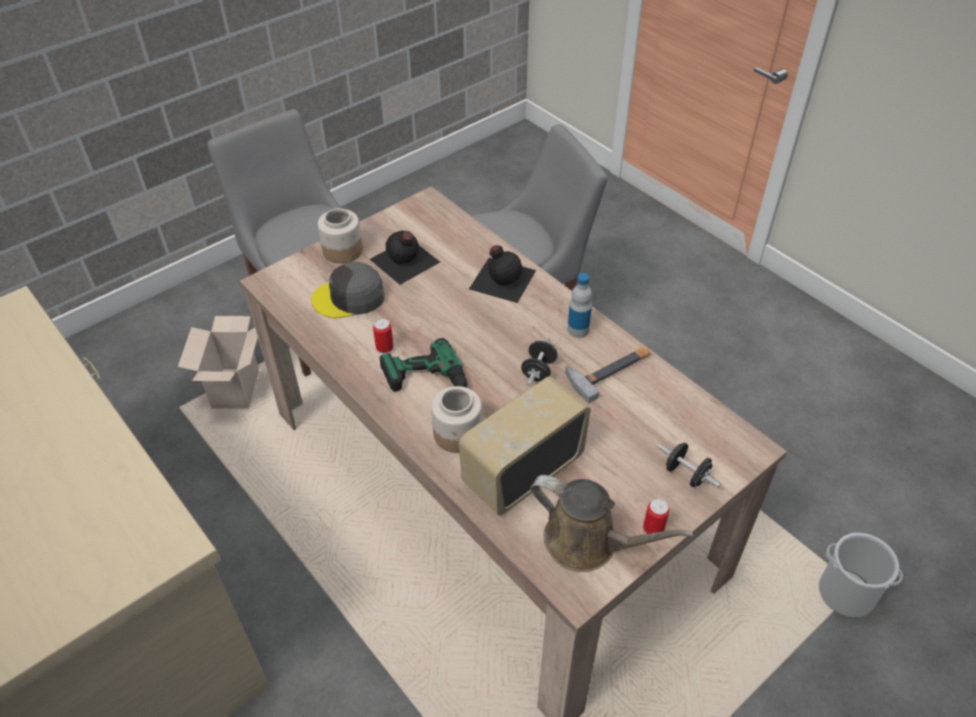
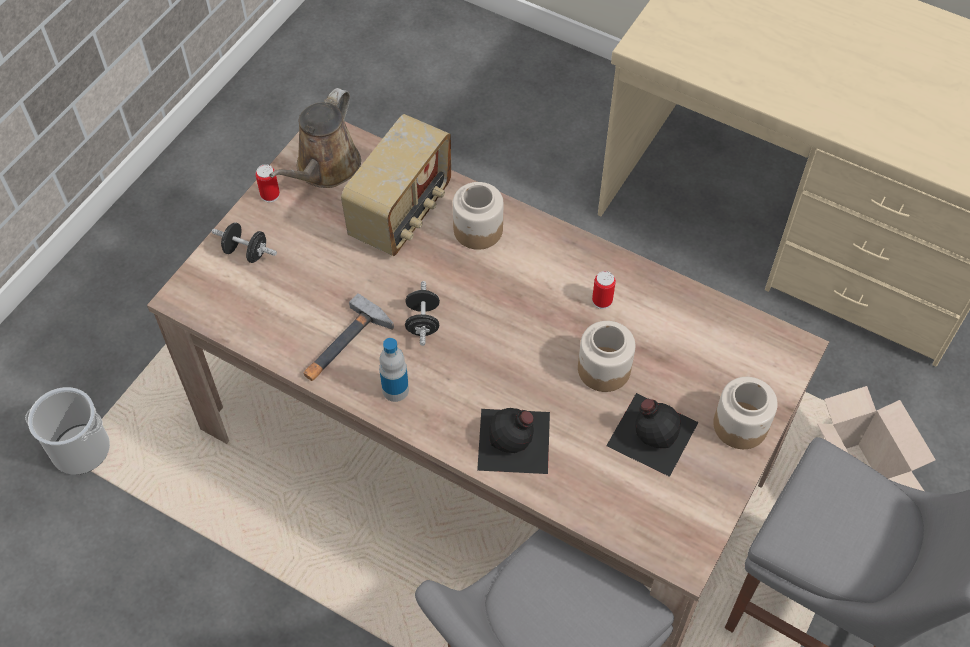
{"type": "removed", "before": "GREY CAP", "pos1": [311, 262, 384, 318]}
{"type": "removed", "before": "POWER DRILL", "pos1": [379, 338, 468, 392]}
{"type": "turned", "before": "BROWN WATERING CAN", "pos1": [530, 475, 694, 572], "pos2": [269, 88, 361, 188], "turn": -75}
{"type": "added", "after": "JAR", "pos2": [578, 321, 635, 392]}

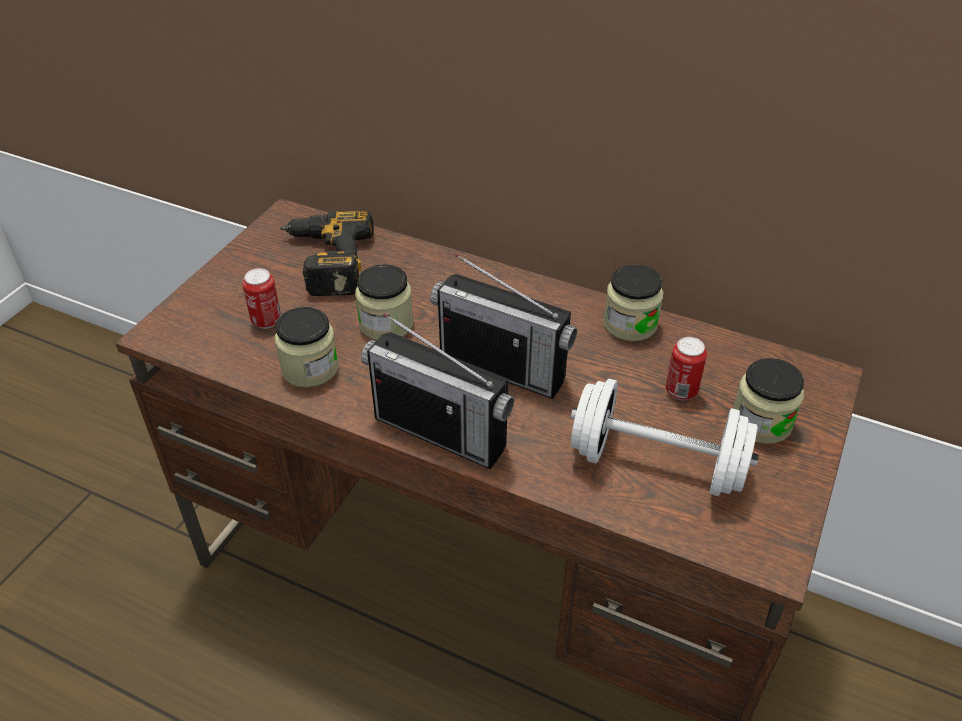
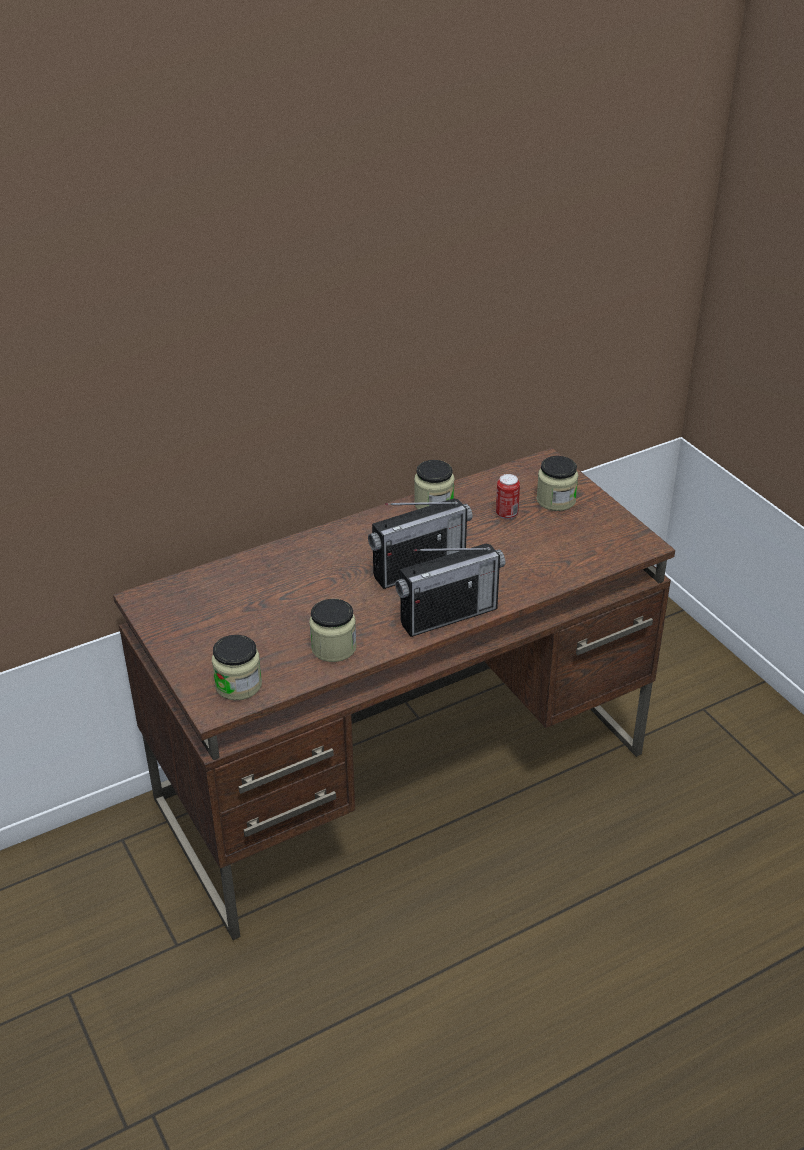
{"type": "removed", "before": "POWER DRILL", "pos1": [280, 211, 374, 296]}
{"type": "moved", "before": "JAR", "pos1": [355, 264, 413, 340], "pos2": [212, 635, 262, 700]}
{"type": "removed", "before": "CAN", "pos1": [242, 268, 281, 329]}
{"type": "removed", "before": "WHITE DUMBBELL", "pos1": [571, 379, 759, 496]}

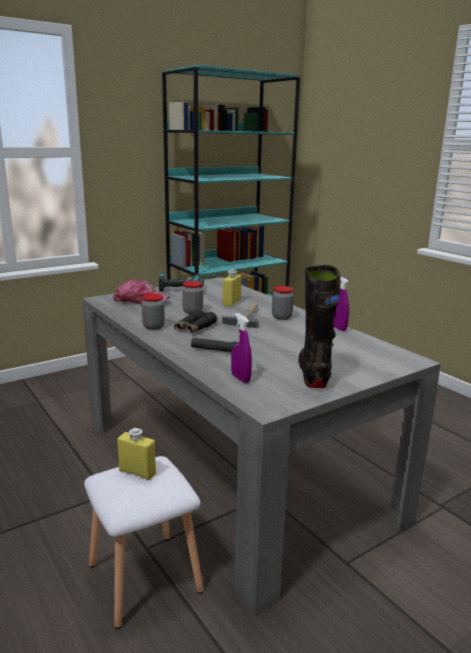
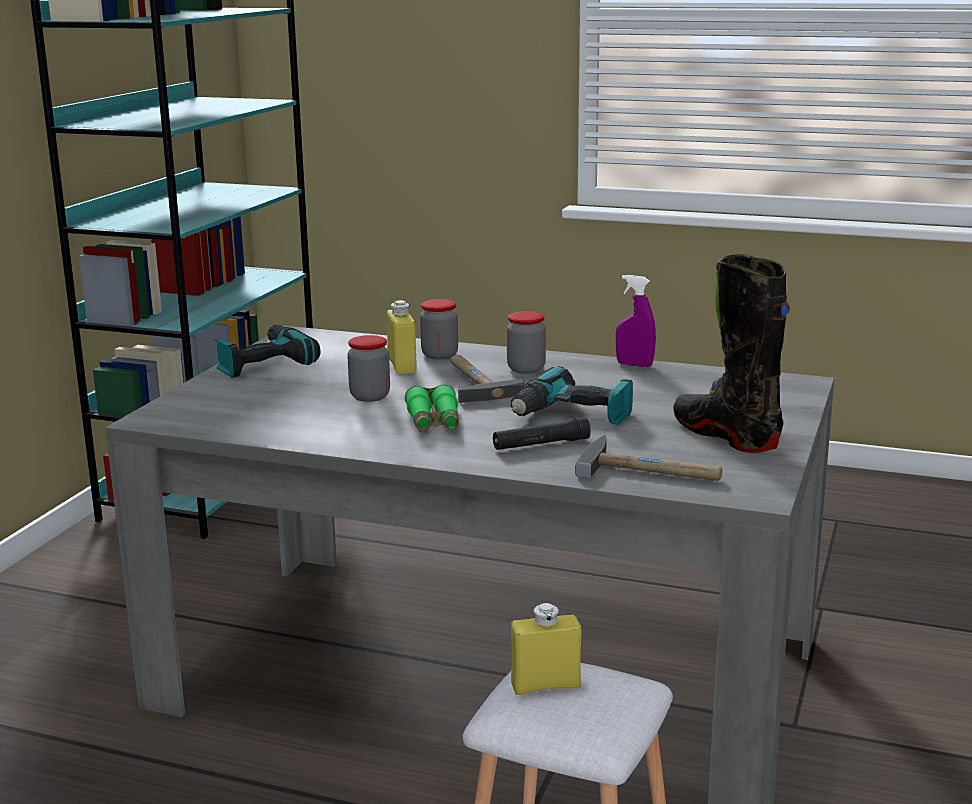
{"type": "removed", "before": "CAP", "pos1": [113, 279, 169, 304]}
{"type": "moved", "before": "JAR", "pos1": [142, 293, 165, 330], "pos2": [420, 299, 458, 359]}
{"type": "recoloured", "before": "BLACK BINOCULARS", "after": "GREEN BINOCULARS", "pos1": [174, 309, 217, 333], "pos2": [405, 385, 459, 431]}
{"type": "replaced", "before": "PURPLE SPRAY BOTTLE", "after": "HAMMER", "pos1": [231, 313, 252, 383], "pos2": [575, 435, 722, 481]}
{"type": "added", "after": "POWER DRILL", "pos2": [510, 366, 633, 425]}

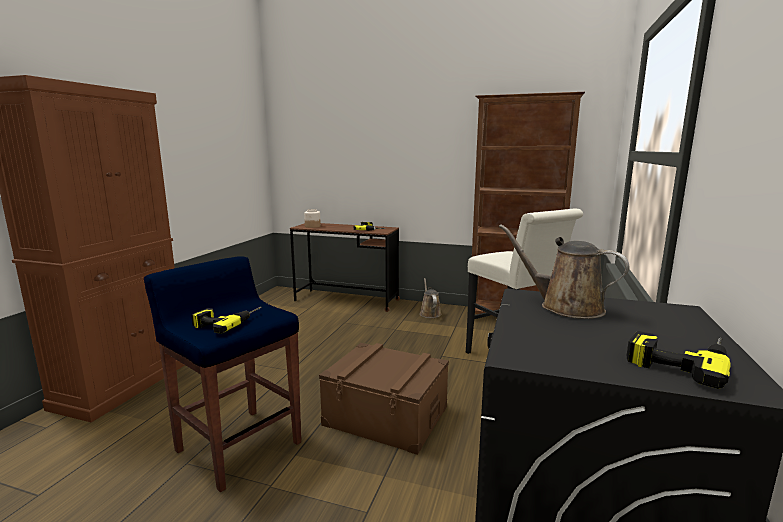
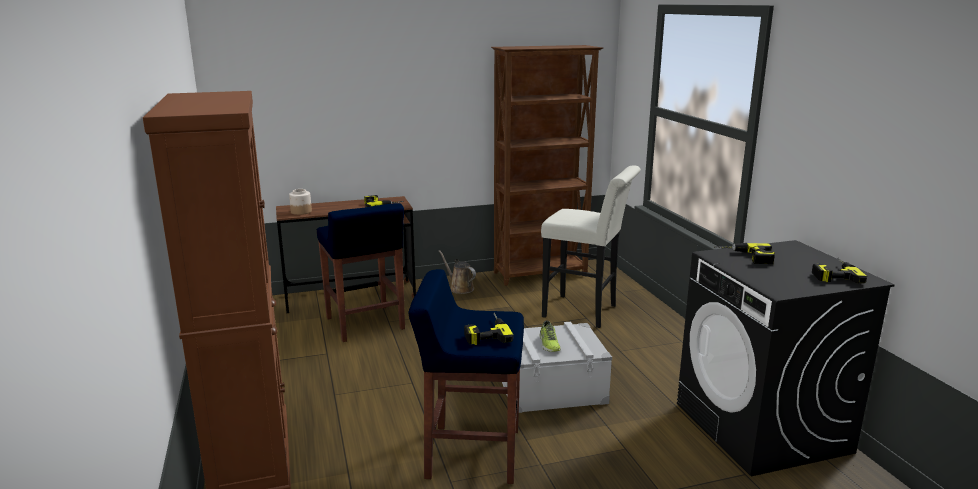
{"type": "replaced", "before": "BROWN WATERING CAN", "after": "POWER DRILL", "pos1": [499, 224, 630, 319], "pos2": [715, 243, 775, 264]}
{"type": "recoloured", "before": "BROWN STORAGE BOX", "after": "GREY STORAGE BOX", "pos1": [319, 343, 449, 455], "pos2": [502, 322, 612, 413]}
{"type": "added", "after": "BLUE STOOL", "pos2": [317, 203, 405, 342]}
{"type": "added", "after": "SHOE", "pos2": [540, 321, 561, 352]}

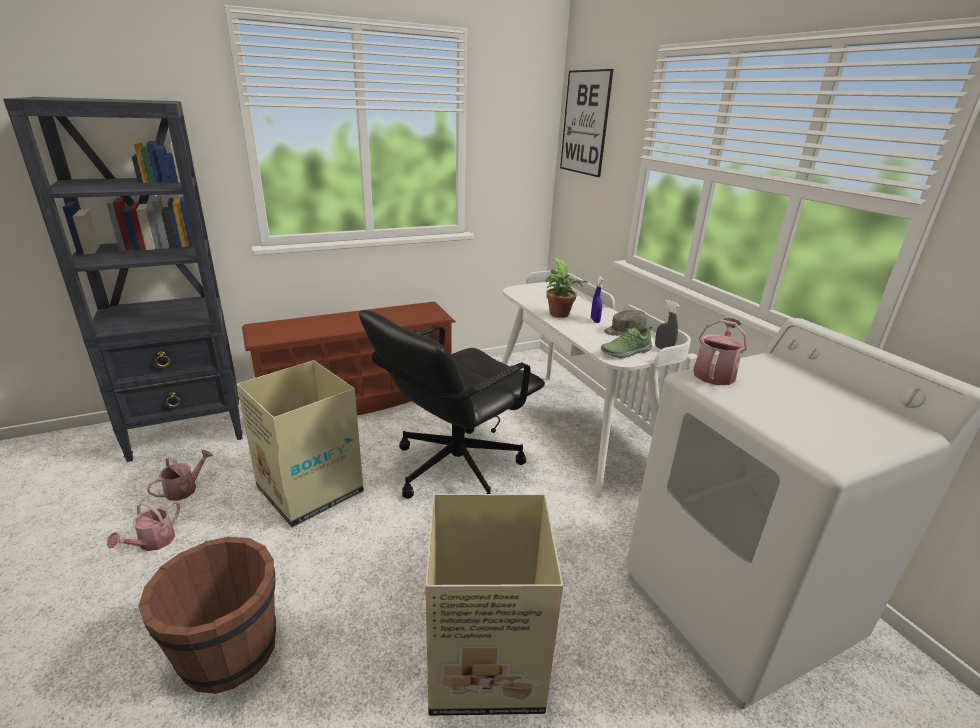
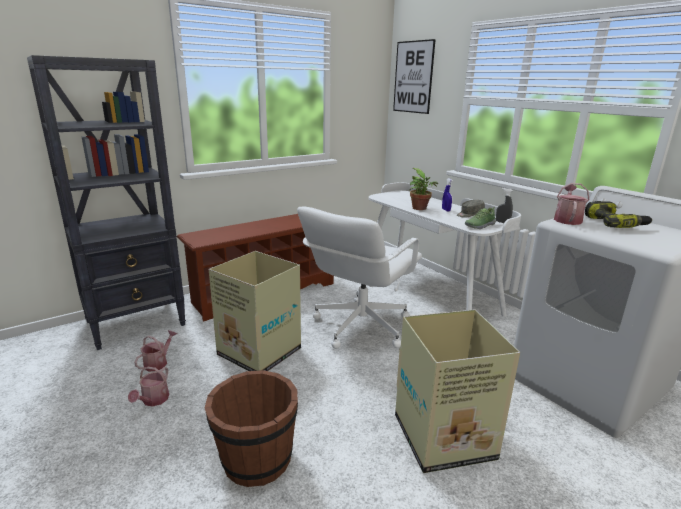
{"type": "recoloured", "before": "BLACK OFFICE CHAIR", "after": "WHITE OFFICE CHAIR", "pos1": [359, 310, 545, 499], "pos2": [297, 207, 422, 349]}
{"type": "added", "after": "POWER DRILL", "pos2": [585, 201, 652, 228]}

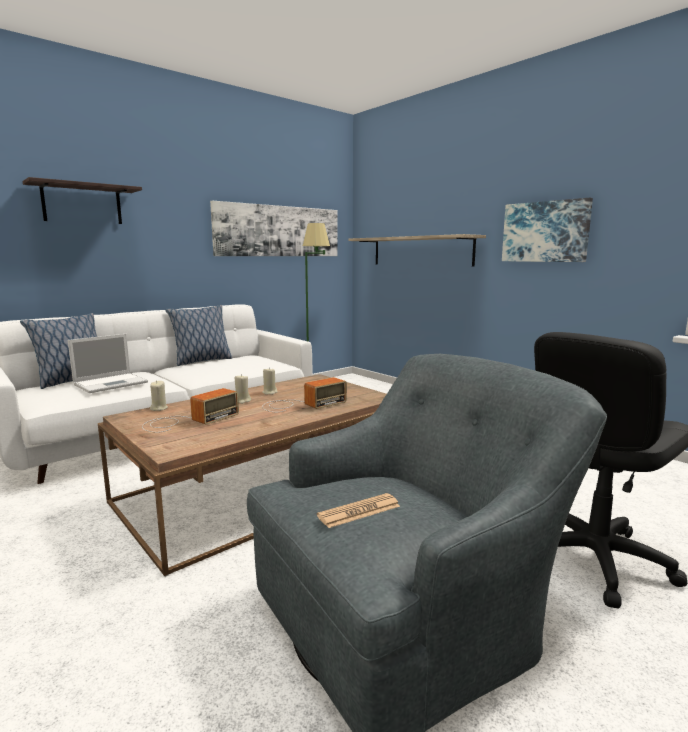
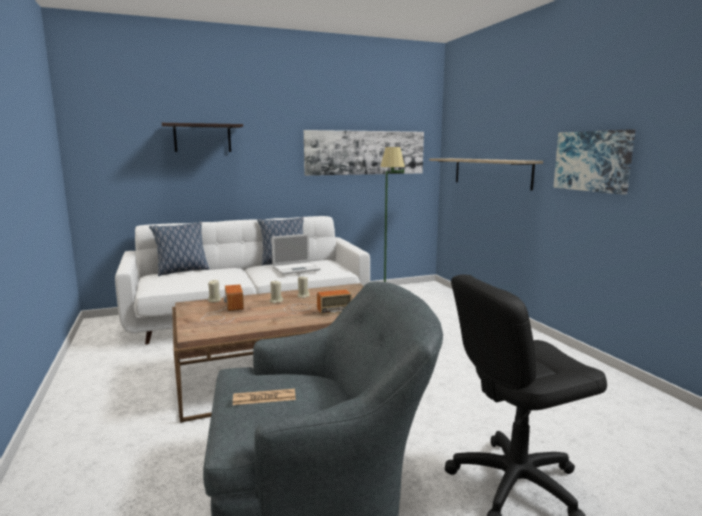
{"type": "moved", "before": "LAPTOP", "pos1": [68, 334, 148, 393], "pos2": [271, 234, 320, 275]}
{"type": "turned", "before": "RADIO", "pos1": [142, 388, 239, 433], "pos2": [201, 284, 244, 324], "turn": -75}

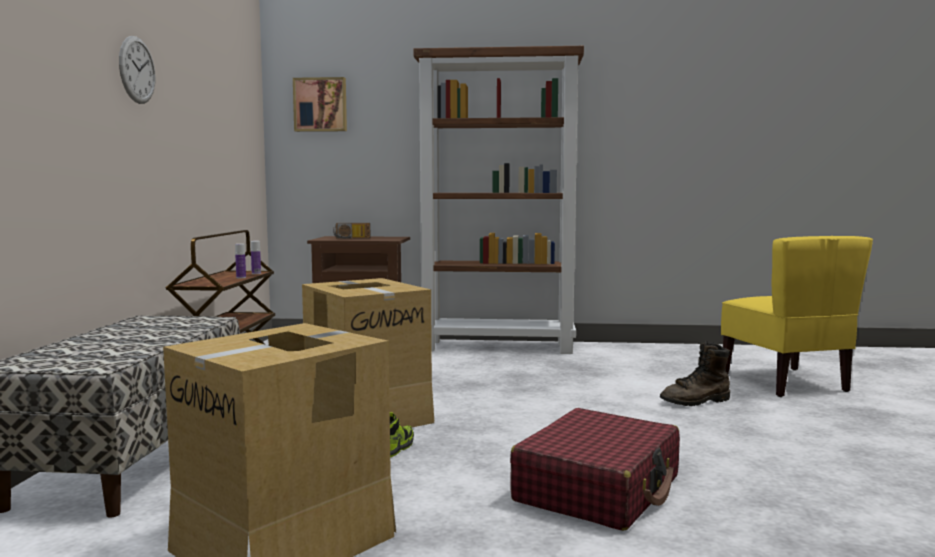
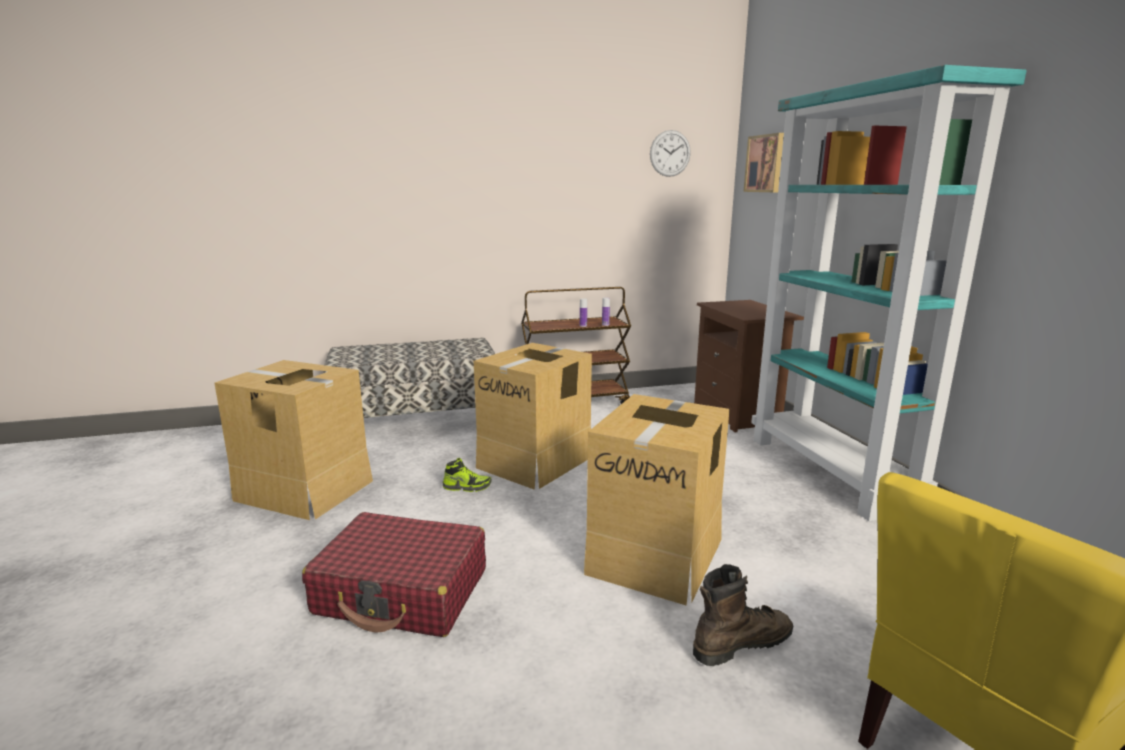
{"type": "moved", "before": "WALL CLOCK", "pos1": [119, 36, 155, 104], "pos2": [650, 130, 691, 177]}
{"type": "recoloured", "before": "BROWN BOOKCASE", "after": "TURQUOISE BOOKCASE", "pos1": [414, 46, 584, 354], "pos2": [751, 65, 1027, 521]}
{"type": "removed", "before": "RADIO", "pos1": [333, 223, 370, 239]}
{"type": "turned", "before": "BROWN BOOT", "pos1": [660, 341, 731, 406], "pos2": [693, 564, 793, 666], "turn": 105}
{"type": "added", "after": "CARDBOARD BOX", "pos2": [584, 394, 730, 606]}

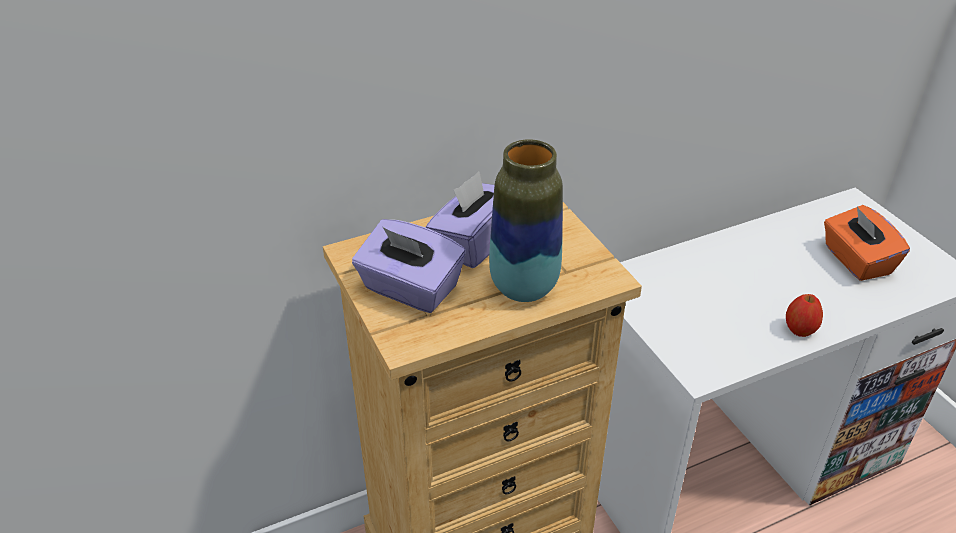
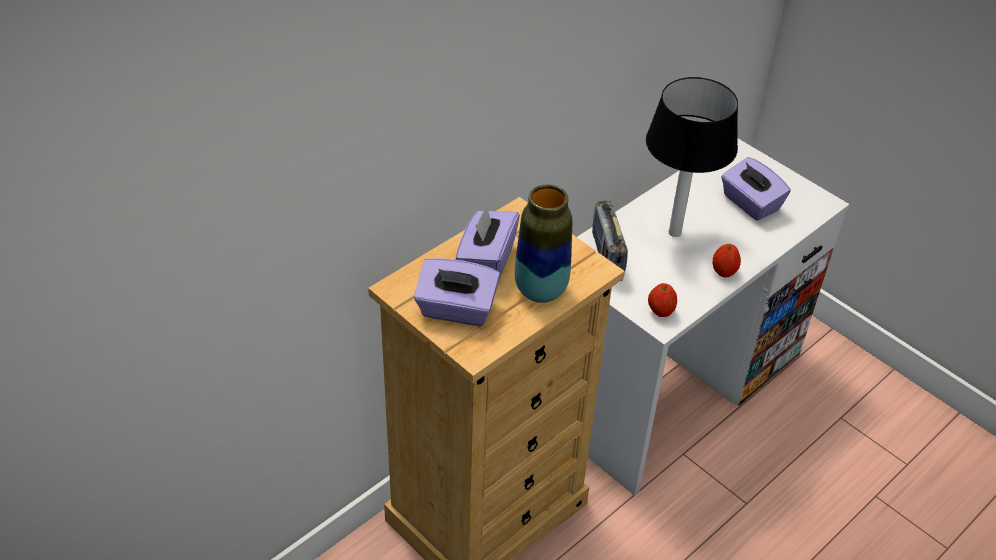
{"type": "recoloured", "before": "ORANGE TISSUE BOX", "after": "PURPLE TISSUE BOX", "pos1": [824, 205, 910, 281], "pos2": [721, 157, 791, 221]}
{"type": "added", "after": "TABLE LAMP", "pos2": [646, 77, 738, 237]}
{"type": "added", "after": "RADIO", "pos2": [592, 201, 628, 281]}
{"type": "added", "after": "APPLE", "pos2": [648, 283, 677, 317]}

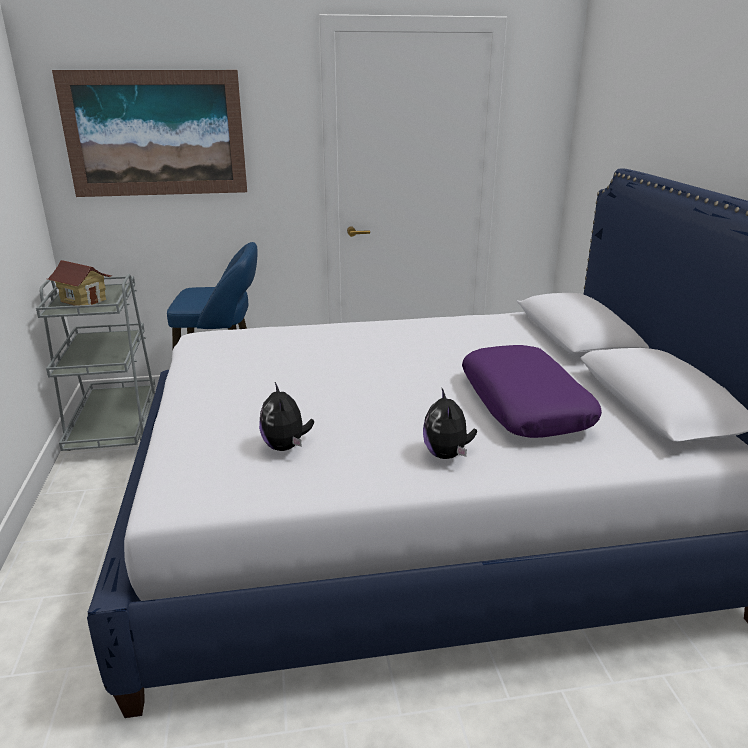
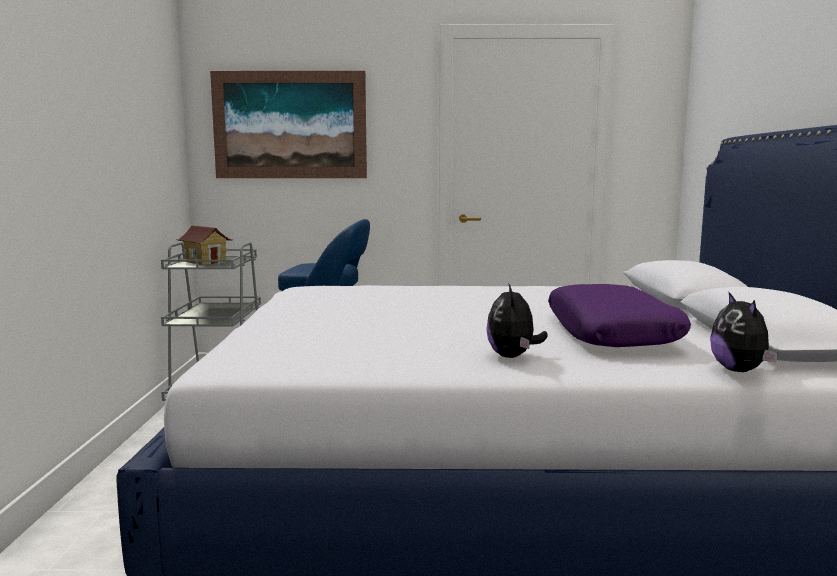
{"type": "moved", "before": "PLUSH TOY", "pos1": [259, 382, 314, 451], "pos2": [710, 292, 778, 372]}

